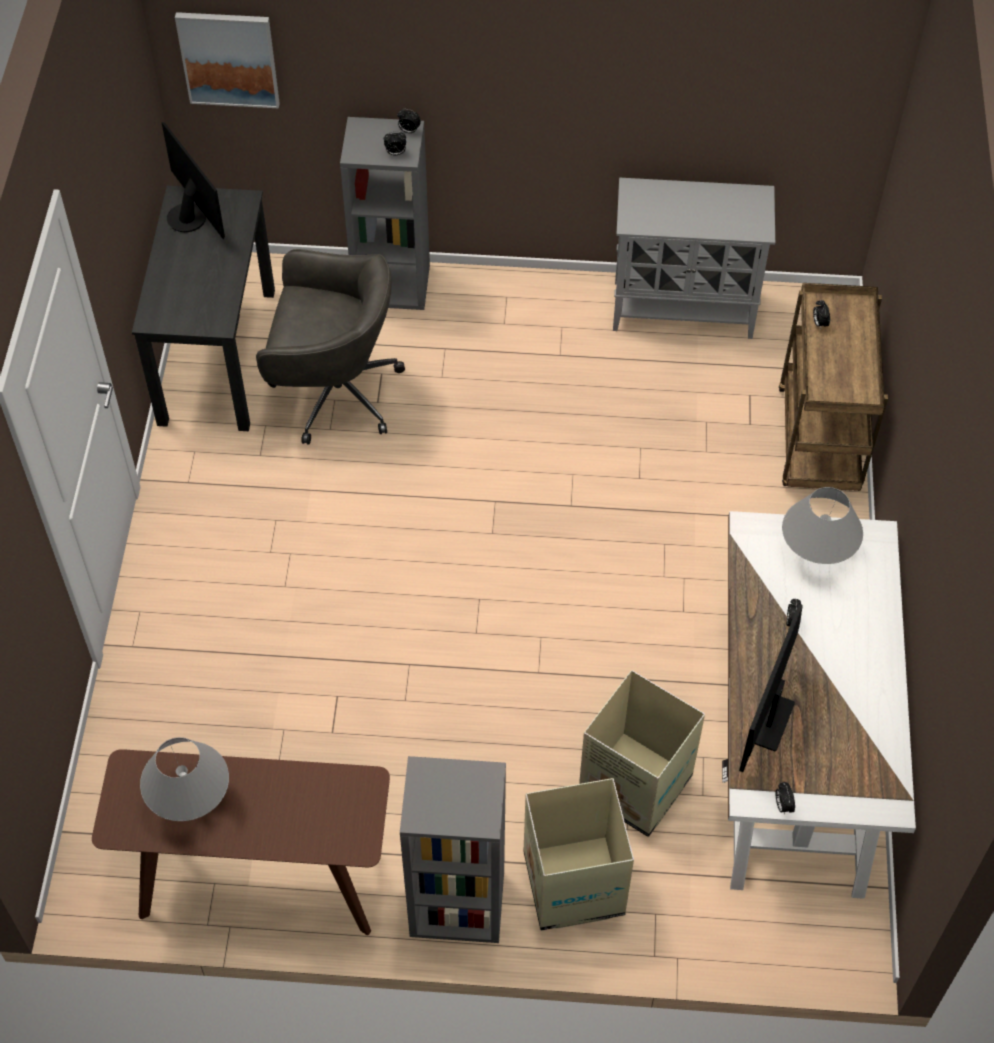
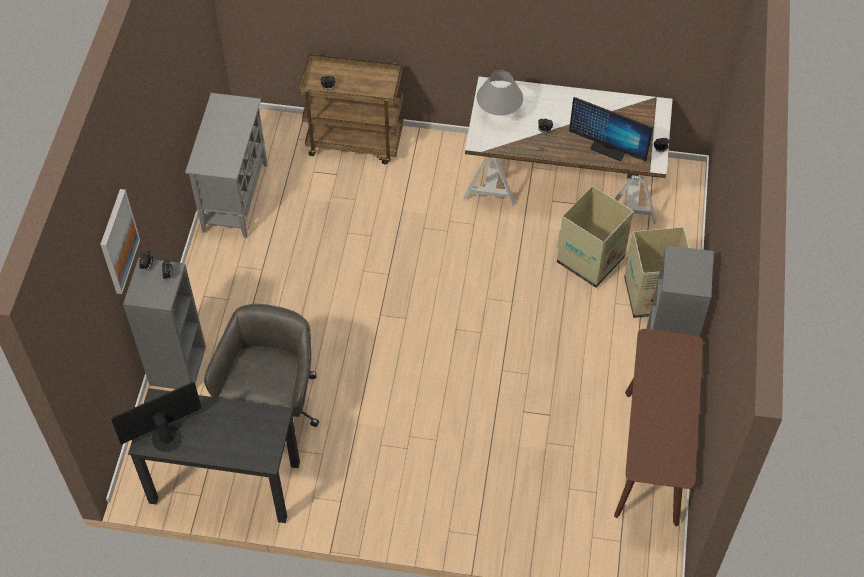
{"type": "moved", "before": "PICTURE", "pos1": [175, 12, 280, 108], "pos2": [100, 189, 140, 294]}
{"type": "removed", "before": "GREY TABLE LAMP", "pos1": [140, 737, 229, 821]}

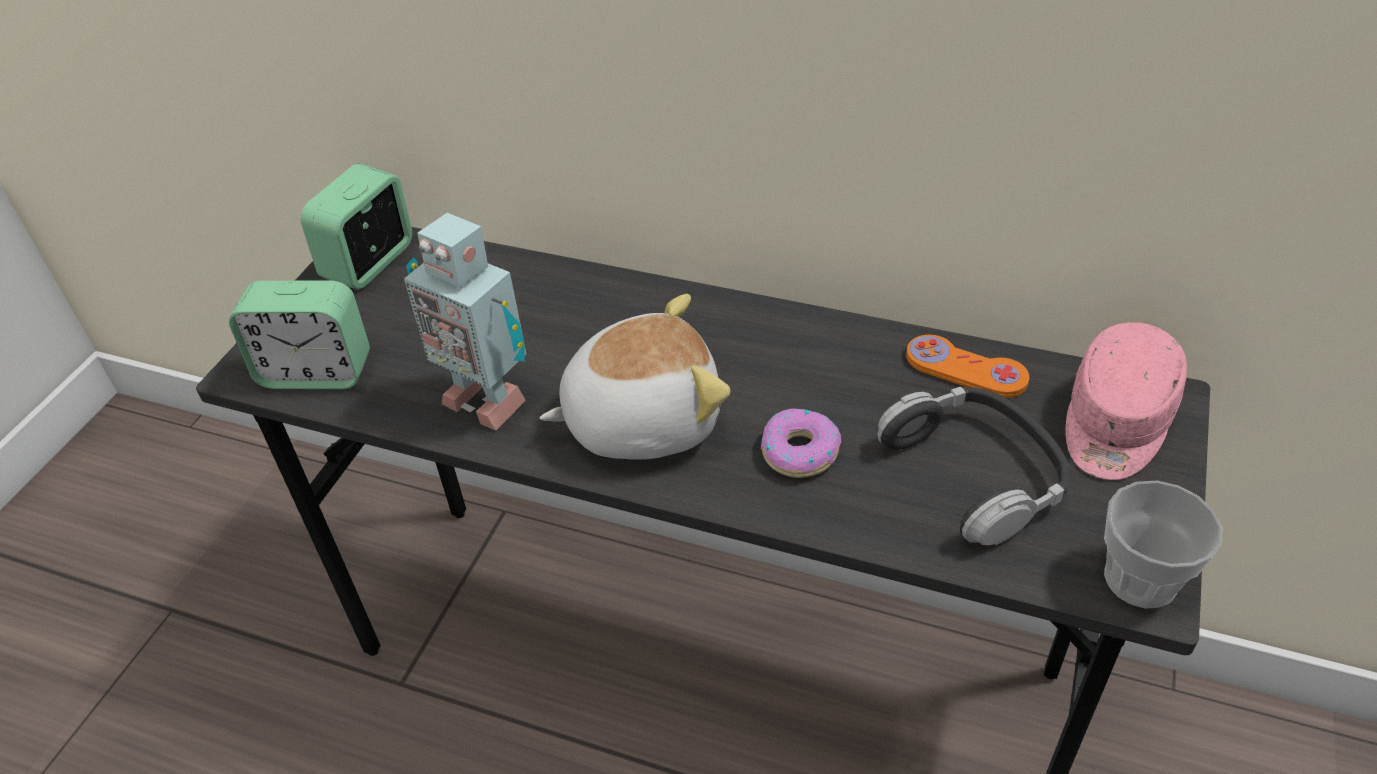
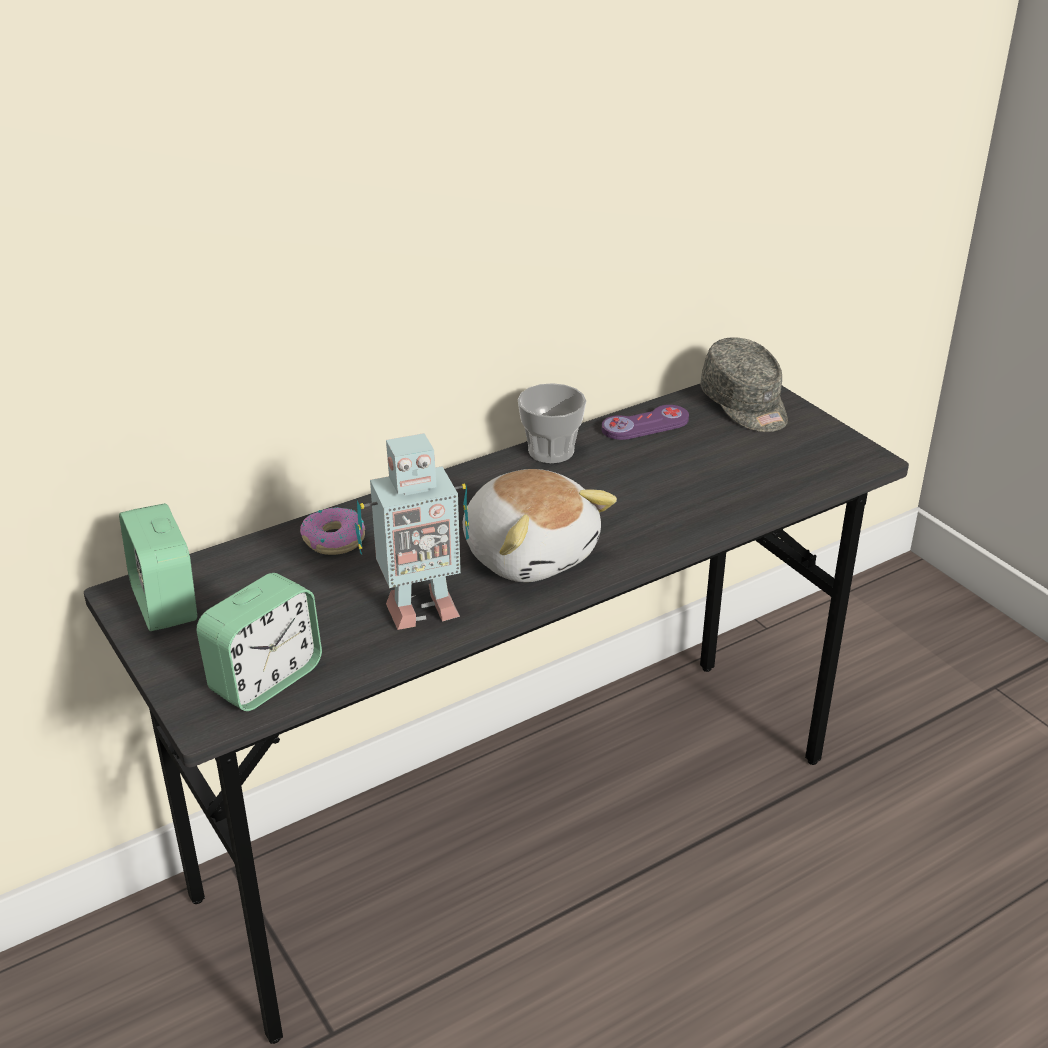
{"type": "turned", "before": "PLUSH TOY", "pos1": [540, 294, 730, 459], "pos2": [463, 469, 617, 582], "turn": 120}
{"type": "recoloured", "before": "PINK CAP", "after": "GREY CAP", "pos1": [1066, 322, 1187, 480], "pos2": [701, 337, 788, 432]}
{"type": "recoloured", "before": "ORANGE GAME CONTROLLER", "after": "PURPLE GAME CONTROLLER", "pos1": [906, 335, 1029, 398], "pos2": [602, 405, 689, 440]}
{"type": "removed", "before": "HEADPHONES", "pos1": [877, 386, 1070, 545]}
{"type": "moved", "before": "DONUT", "pos1": [761, 408, 841, 478], "pos2": [300, 507, 366, 555]}
{"type": "moved", "before": "CUP", "pos1": [1104, 481, 1222, 608], "pos2": [518, 383, 586, 463]}

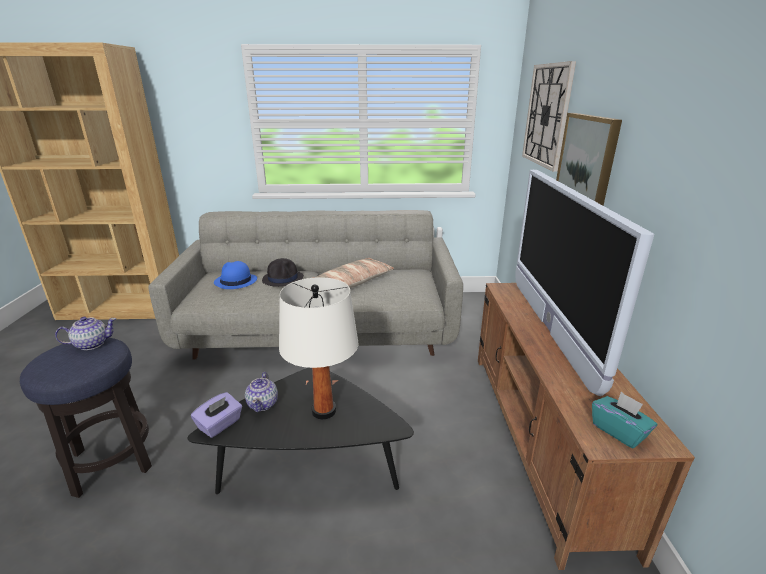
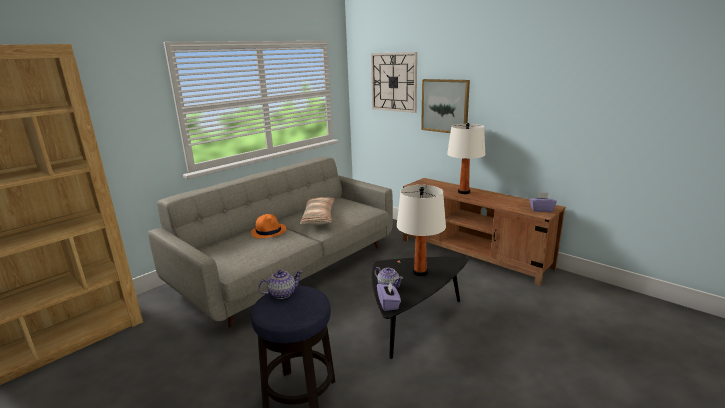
{"type": "replaced", "before": "TELEVISION", "after": "WHITE TABLE LAMP", "pos1": [516, 170, 654, 396], "pos2": [447, 123, 485, 194]}
{"type": "recoloured", "before": "BLACK HAT", "after": "ORANGE HAT", "pos1": [262, 258, 304, 287], "pos2": [251, 214, 286, 238]}
{"type": "removed", "before": "BLUE HAT", "pos1": [214, 261, 257, 289]}
{"type": "turned", "before": "TEAPOT", "pos1": [55, 317, 116, 350], "pos2": [258, 270, 303, 299], "turn": 45}
{"type": "recoloured", "before": "TURQUOISE TISSUE BOX", "after": "PURPLE TISSUE BOX", "pos1": [592, 392, 657, 448], "pos2": [529, 192, 557, 212]}

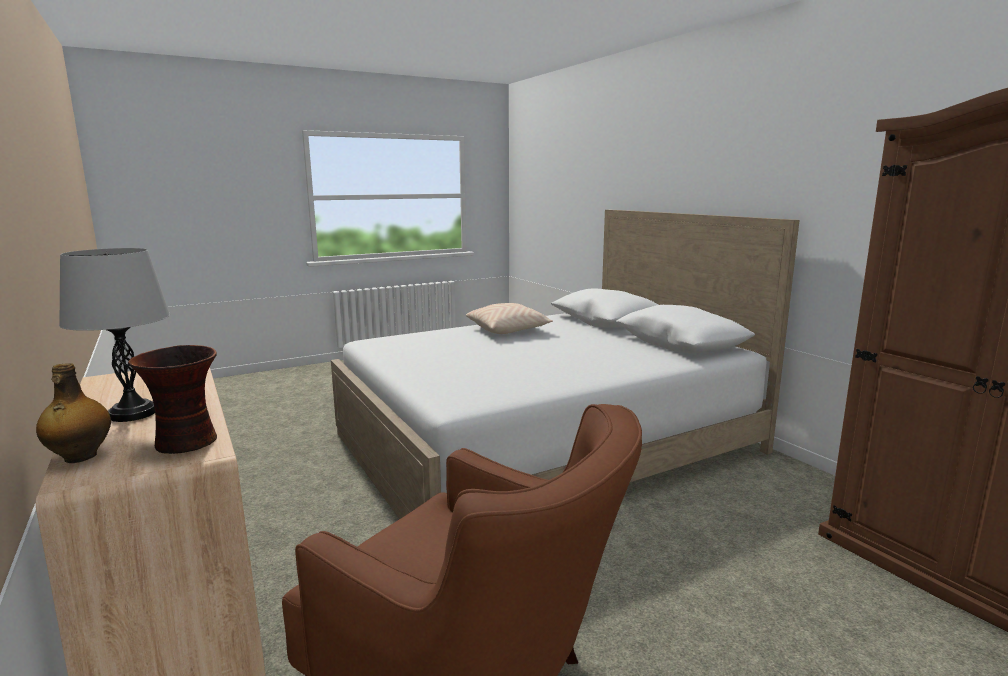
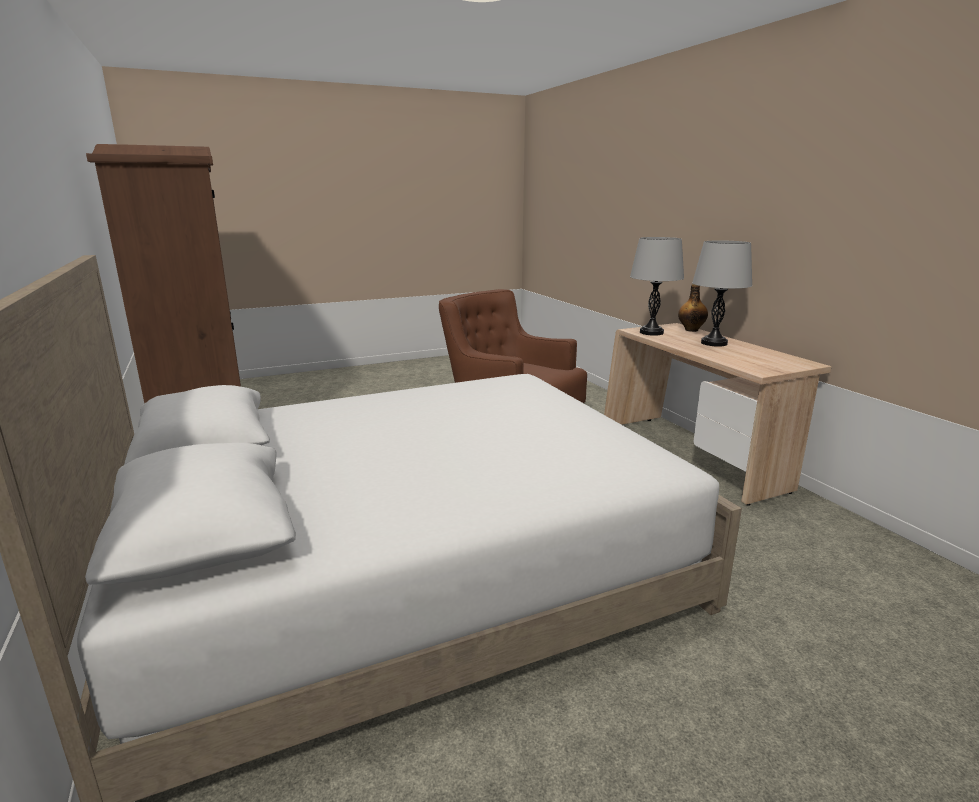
{"type": "removed", "before": "BEIGE PILLOW", "pos1": [466, 303, 553, 334]}
{"type": "replaced", "before": "VASE", "after": "GREY TABLE LAMP", "pos1": [128, 345, 217, 454], "pos2": [630, 237, 684, 336]}

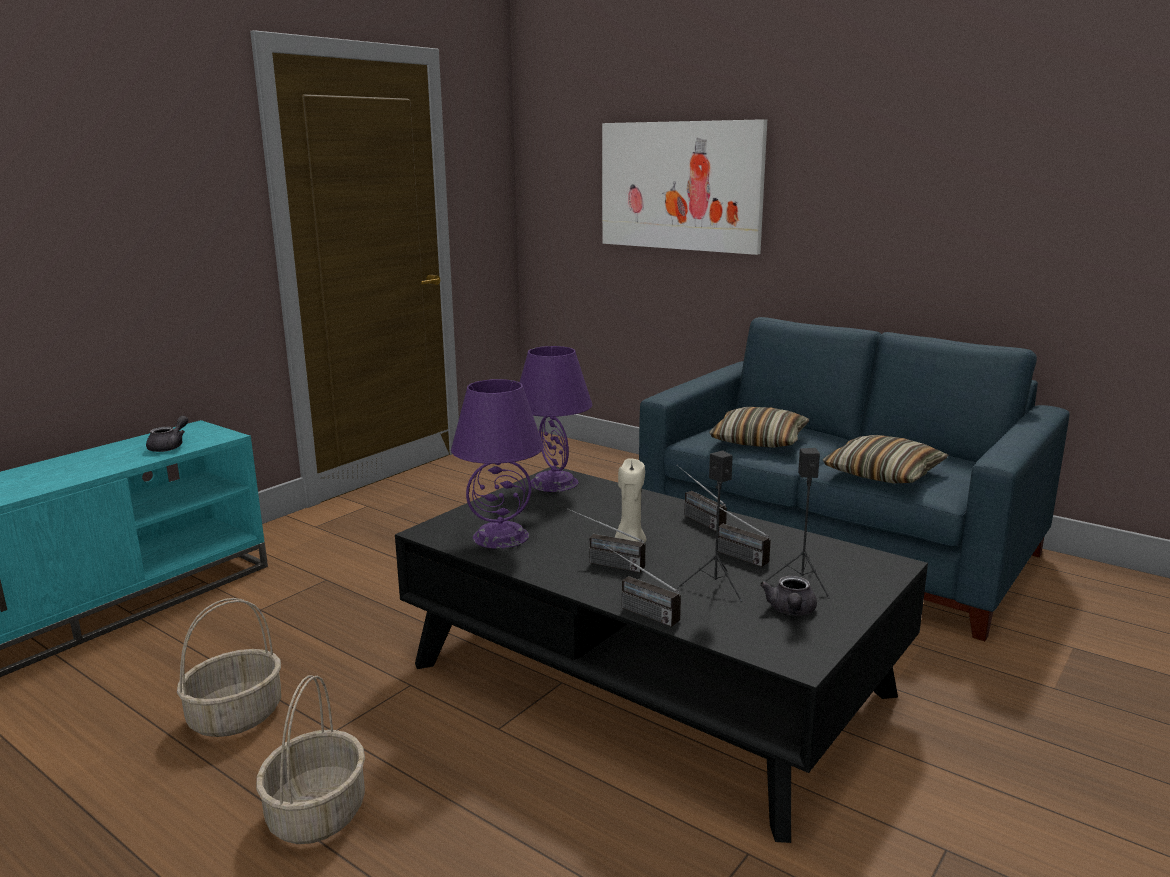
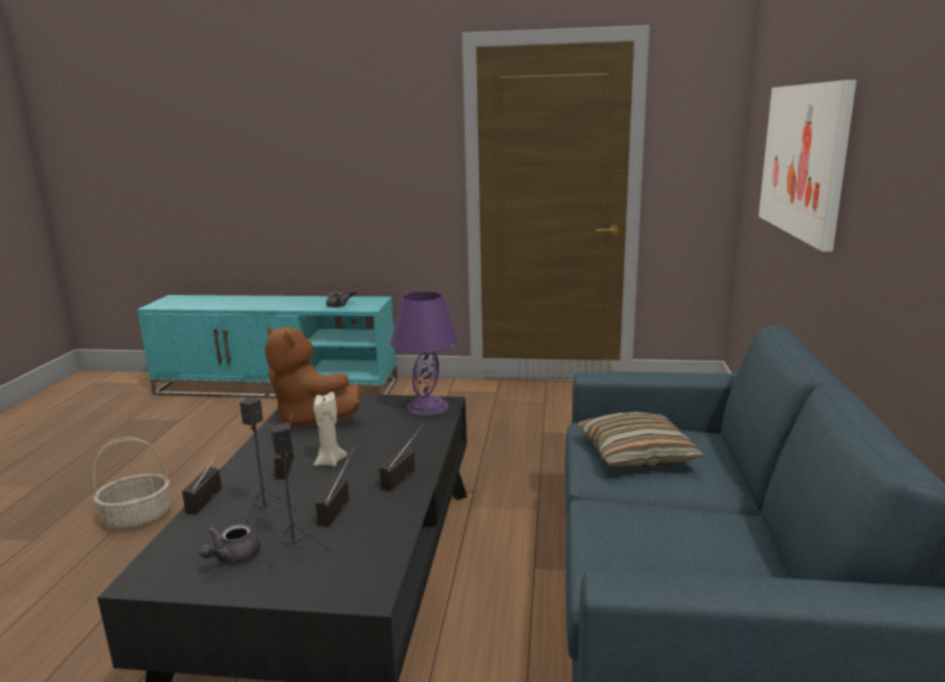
{"type": "replaced", "before": "PURPLE TABLE LAMP", "after": "BROWN PLUSH TOY", "pos1": [451, 379, 543, 549], "pos2": [265, 327, 360, 429]}
{"type": "removed", "before": "PILLOW", "pos1": [823, 435, 948, 483]}
{"type": "turned", "before": "GREY TEAPOT", "pos1": [760, 576, 817, 615], "pos2": [199, 524, 260, 564], "turn": -45}
{"type": "removed", "before": "BASKET", "pos1": [177, 598, 281, 737]}

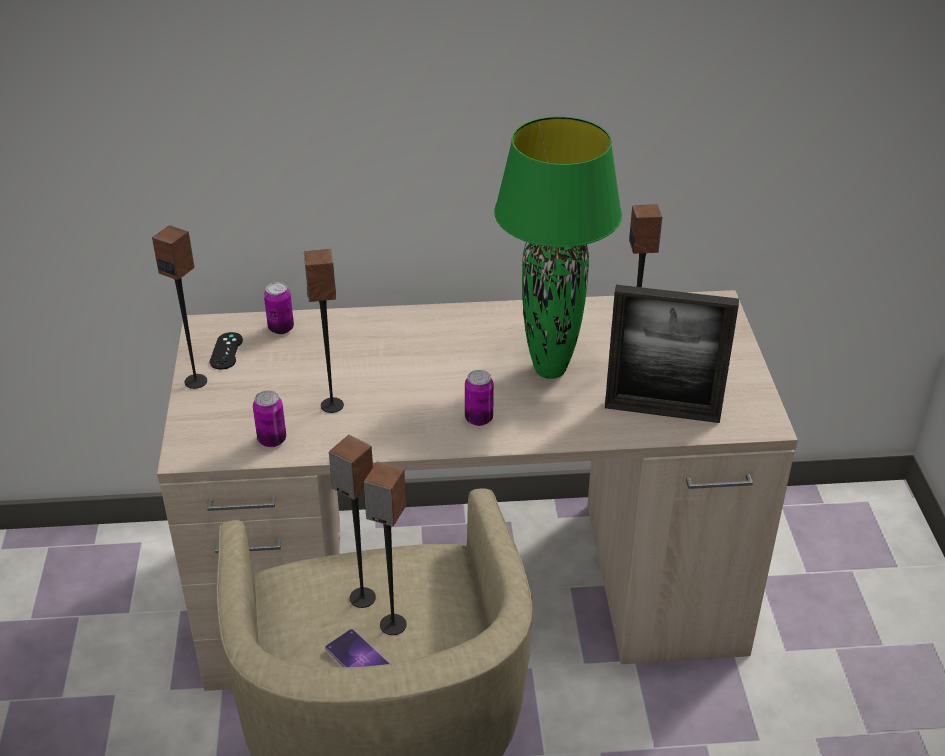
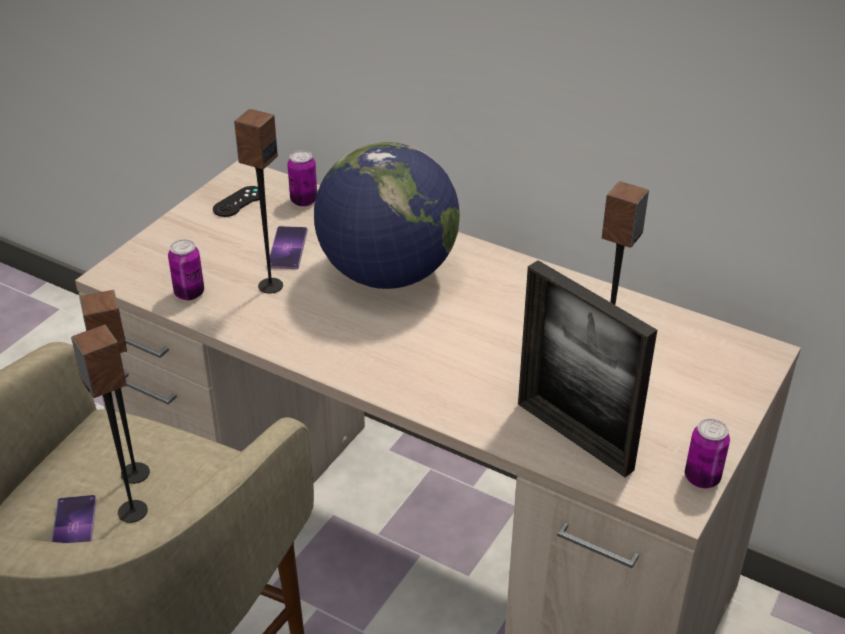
{"type": "removed", "before": "GREEN TABLE LAMP", "pos1": [494, 117, 622, 379]}
{"type": "removed", "before": "SPEAKER", "pos1": [152, 225, 207, 389]}
{"type": "moved", "before": "CAN", "pos1": [465, 370, 494, 426], "pos2": [685, 419, 730, 488]}
{"type": "added", "after": "GLOBE", "pos2": [314, 142, 460, 289]}
{"type": "added", "after": "PHONE", "pos2": [270, 226, 308, 269]}

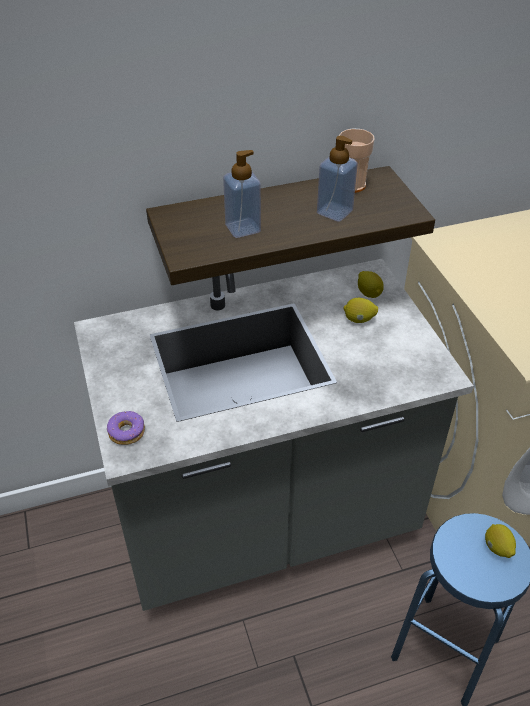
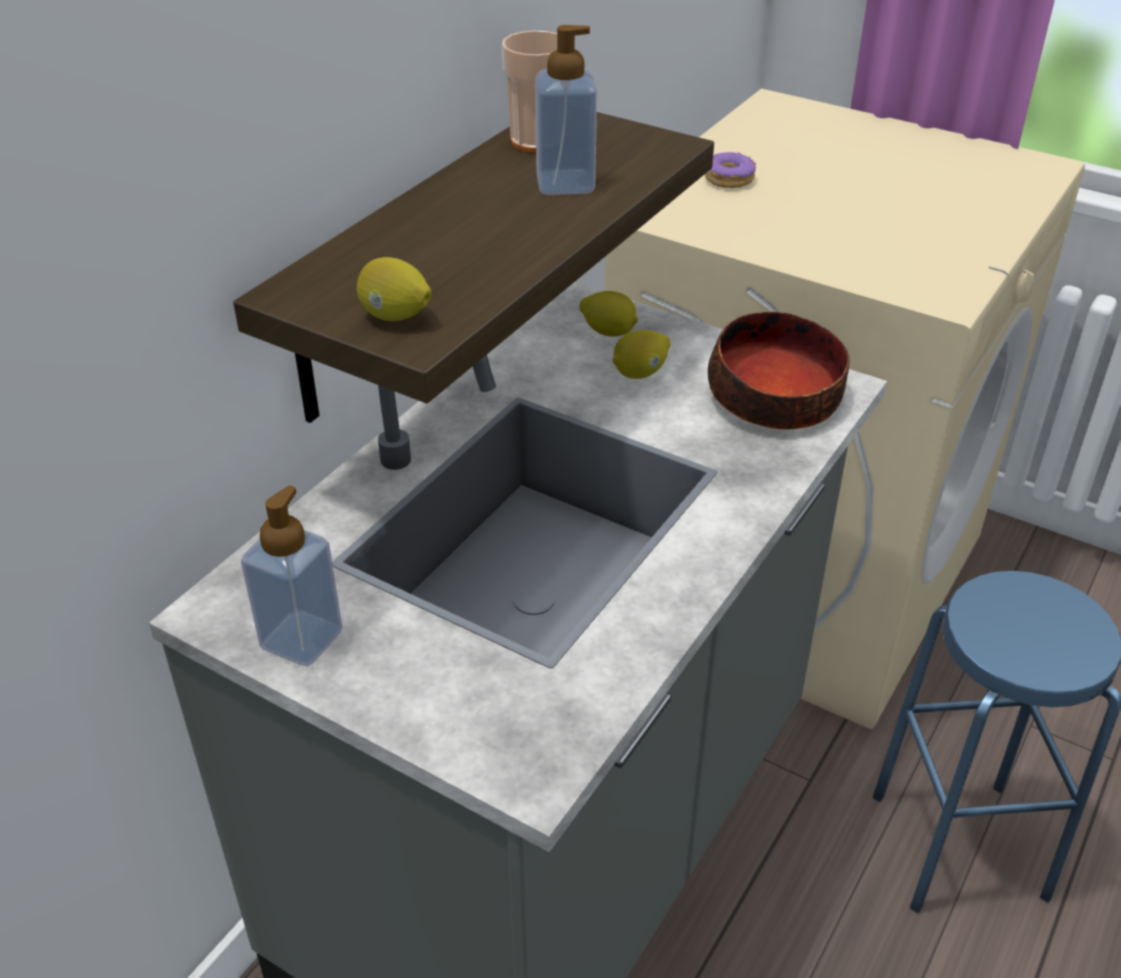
{"type": "moved", "before": "SOAP DISPENSER", "pos1": [223, 150, 261, 238], "pos2": [241, 485, 342, 666]}
{"type": "moved", "before": "DONUT", "pos1": [107, 411, 145, 445], "pos2": [705, 152, 756, 188]}
{"type": "moved", "before": "LEMON", "pos1": [485, 524, 516, 558], "pos2": [357, 257, 432, 321]}
{"type": "added", "after": "BOWL", "pos2": [708, 312, 849, 429]}

